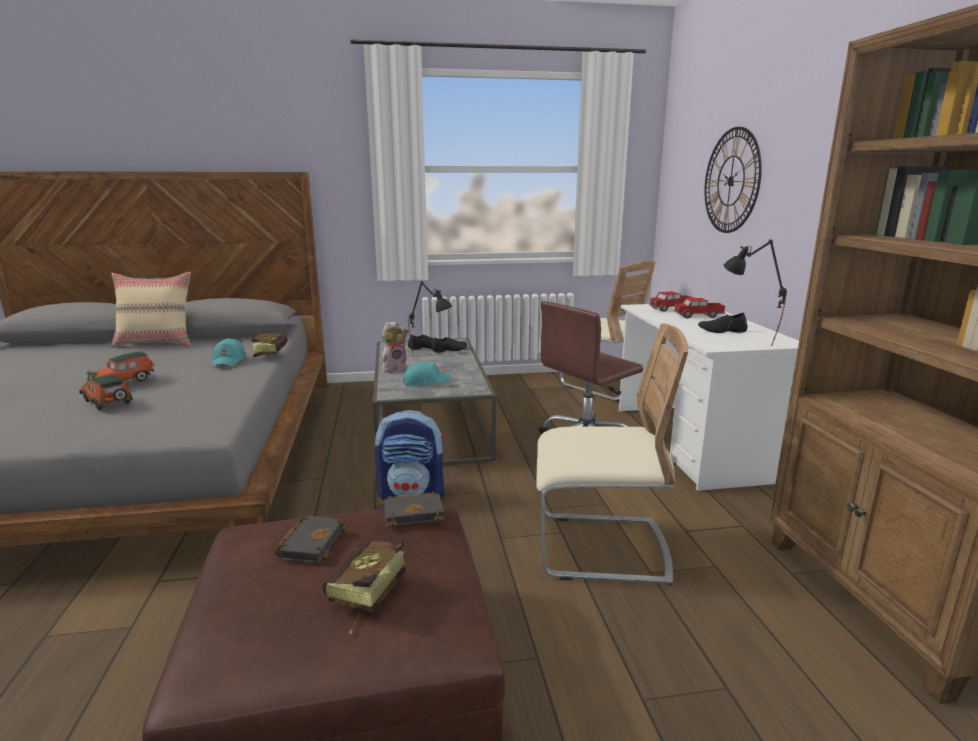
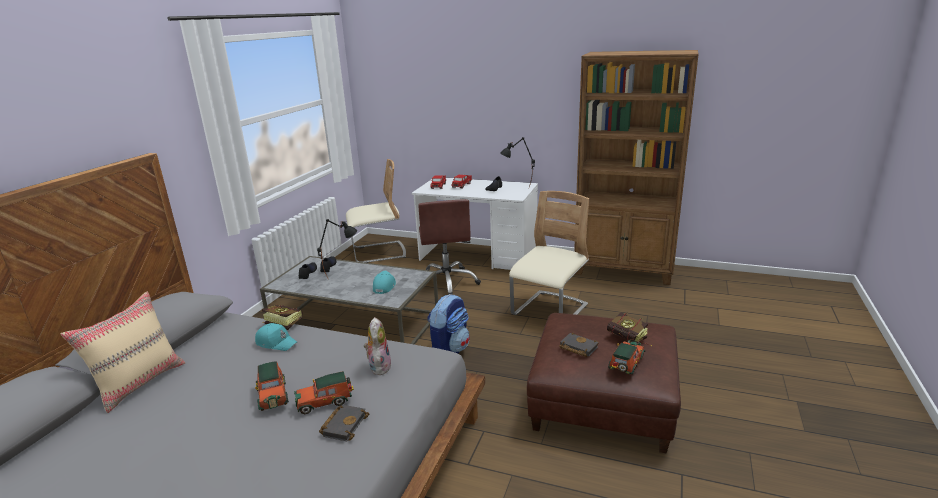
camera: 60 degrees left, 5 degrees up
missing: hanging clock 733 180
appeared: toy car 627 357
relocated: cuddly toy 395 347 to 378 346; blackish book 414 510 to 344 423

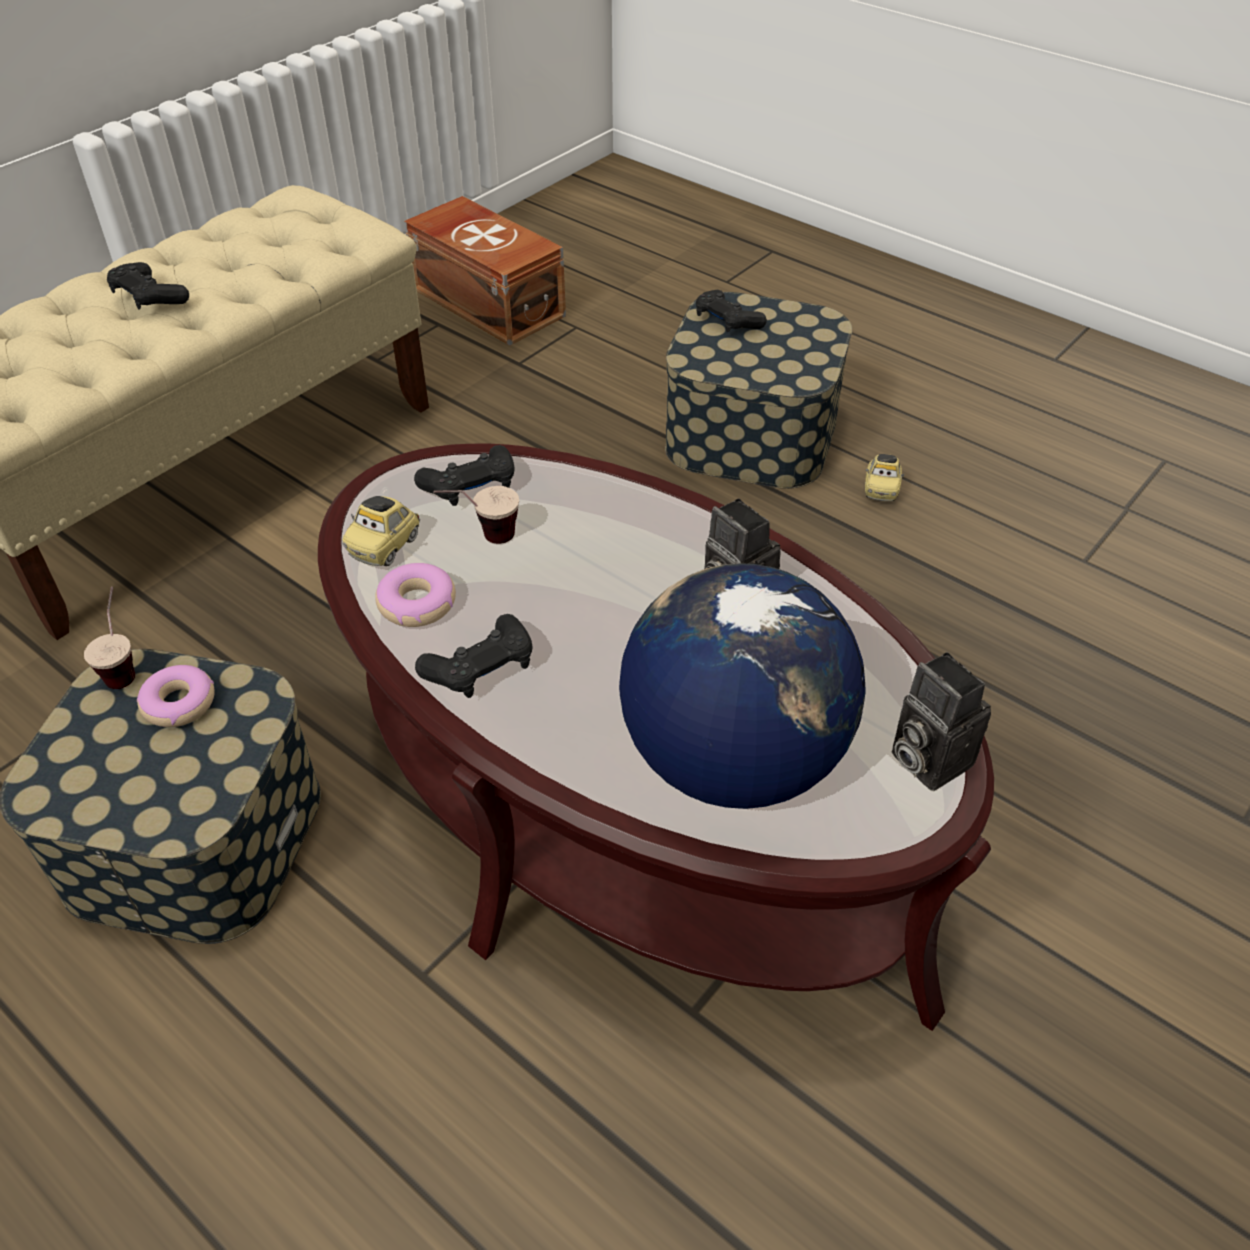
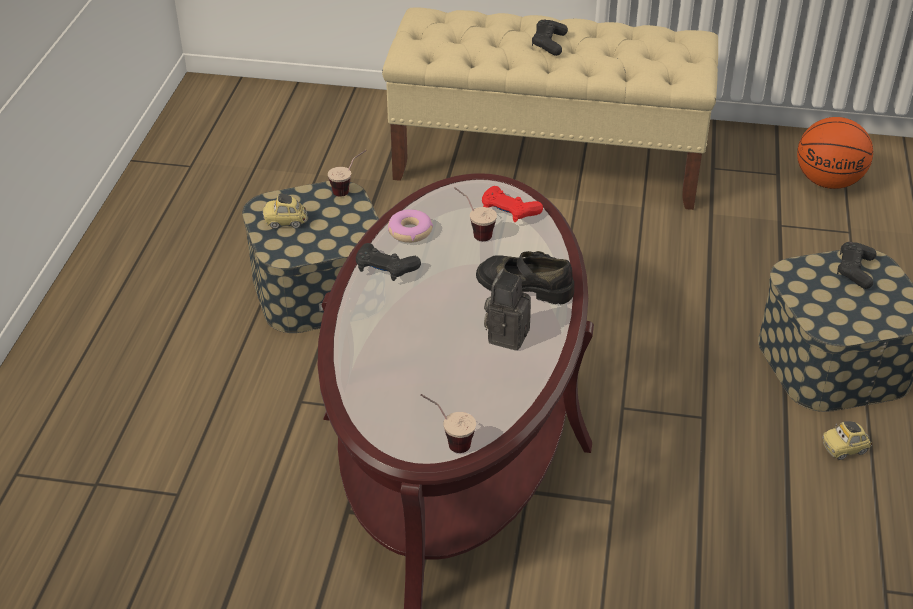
camera: 60 degrees right, 5 degrees down
missing: ring doughnut 176 696; globe 742 686
appeared: blackish item of footwear 525 278
relocated: toy car 381 531 to 285 211
exchanged: brown storage container 485 271 to ball for basketball 835 153; still camera 941 721 to drinking cup 448 423
colour: blackish game controller 464 475 to red game controller 512 204

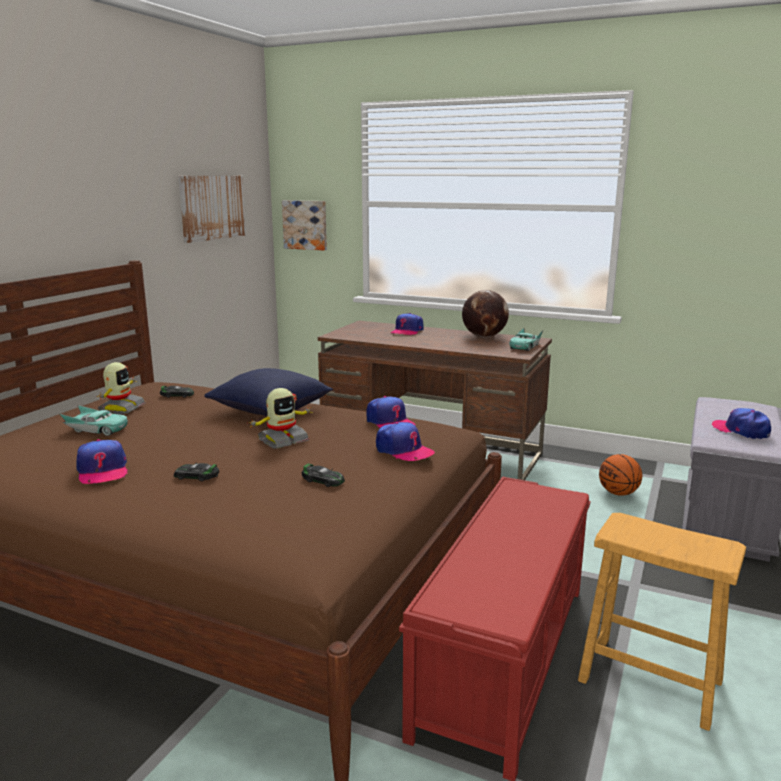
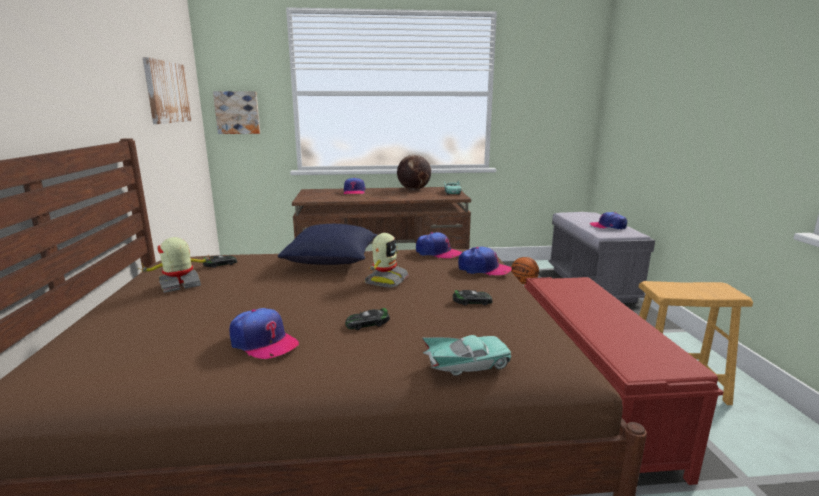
camera: 30 degrees left, 0 degrees up
relocated: turquoise-coloured toy car 94 420 to 467 355
spun: model robot 121 388 = 175 265 105 degrees counterclockwise

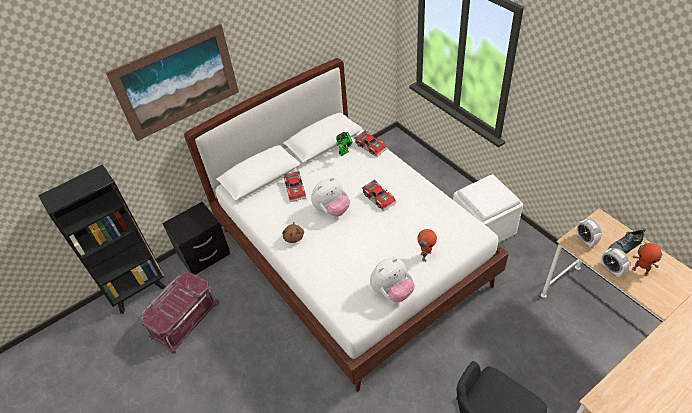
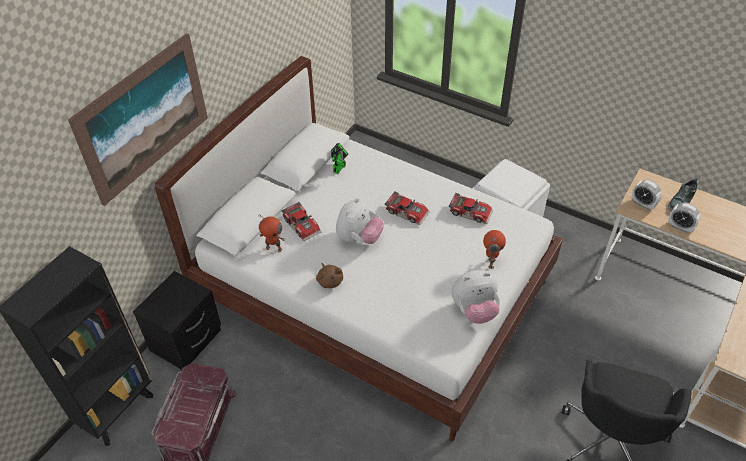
camera: 25 degrees left, 0 degrees up
relocated: toy car 371 144 to 471 208; model robot 647 257 to 271 233
spun: cuddly toy 392 279 = 476 297 45 degrees clockwise

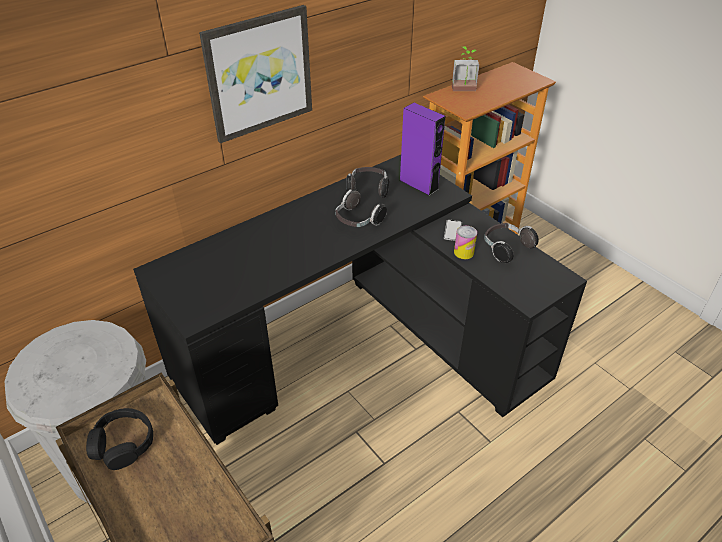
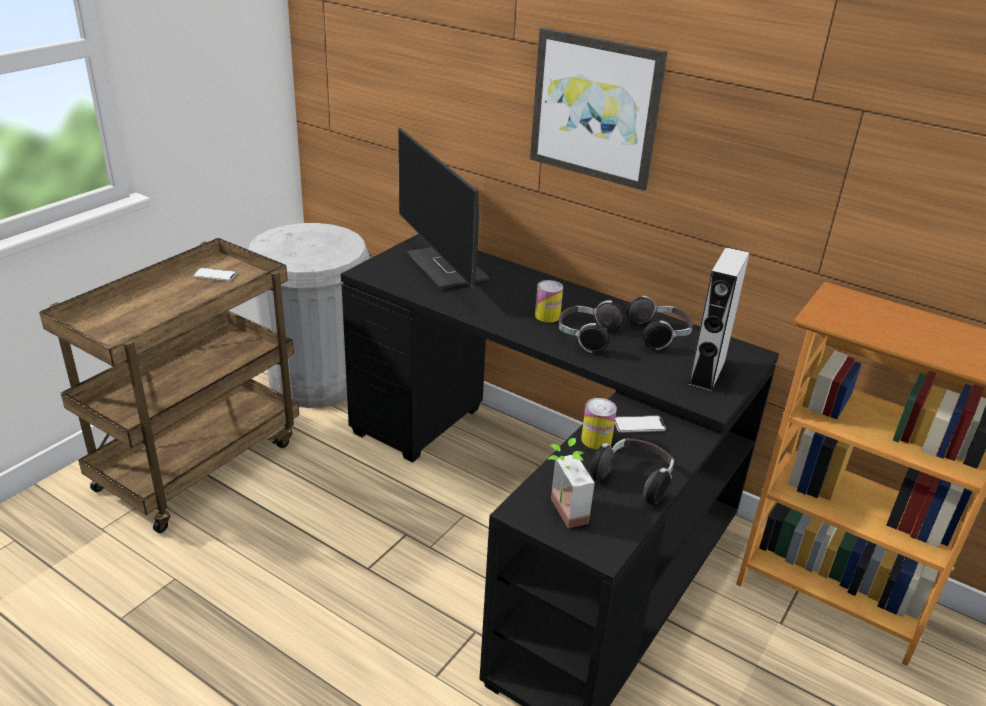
camera: 70 degrees right, 10 degrees down
appeared: monitor 444 208; metal can 549 301
relocated: potted plant 465 68 to 571 483
exchanged: blackish headphones 119 439 to telephone 214 274
colour: purplish loudspeaker 422 149 to gray loudspeaker 719 319

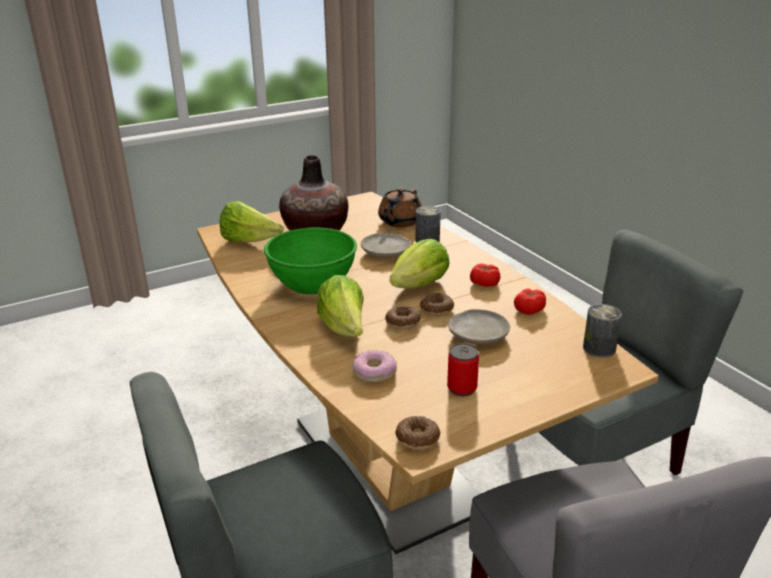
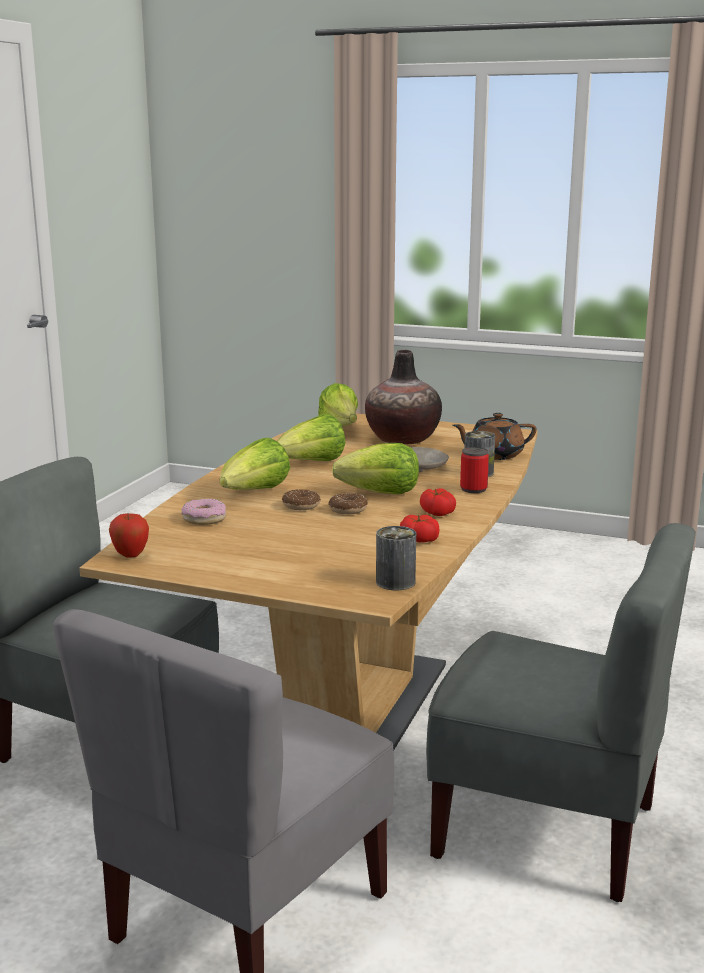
camera: 50 degrees right, 10 degrees down
missing: sand-coloured dinner plate 479 326
relocated: metal can 463 369 to 474 470
exchanged: green-coloured serving bowl 310 260 to head of lettuce 311 437; ring doughnut 418 433 to apple fruit 129 535

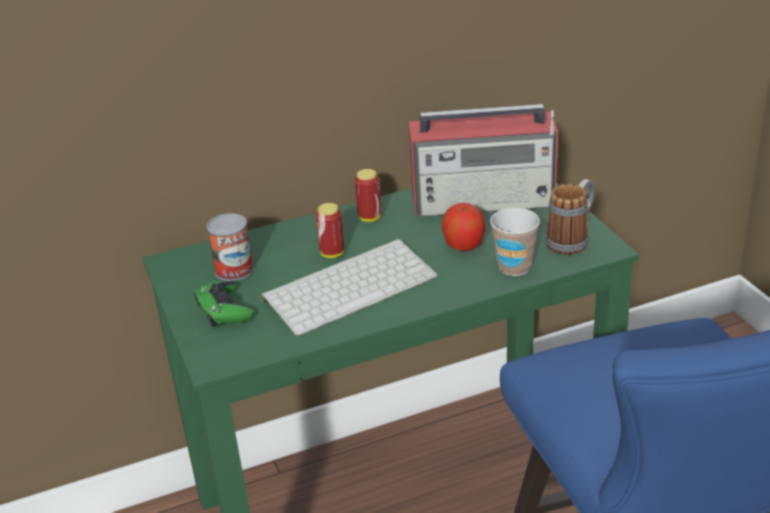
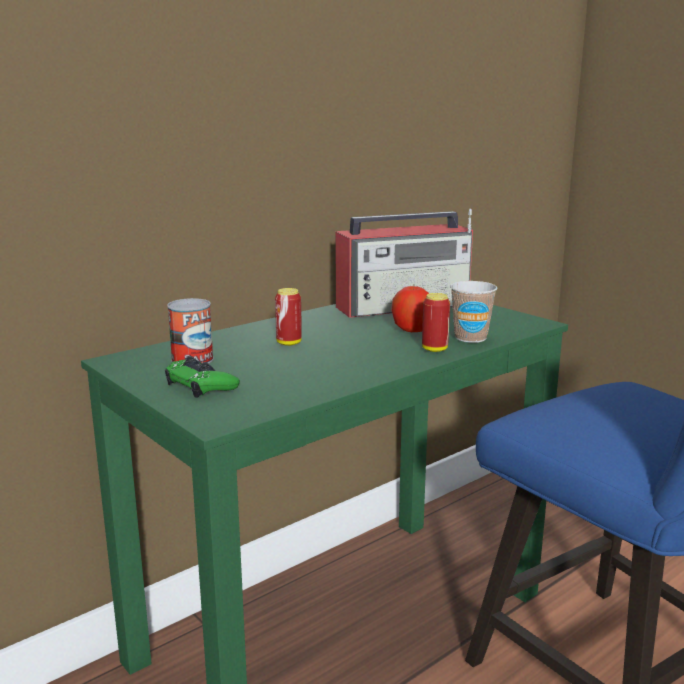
camera: 20 degrees left, 15 degrees down
missing: computer keyboard 349 287; mug 570 217
relocated: metal can 368 195 to 436 322

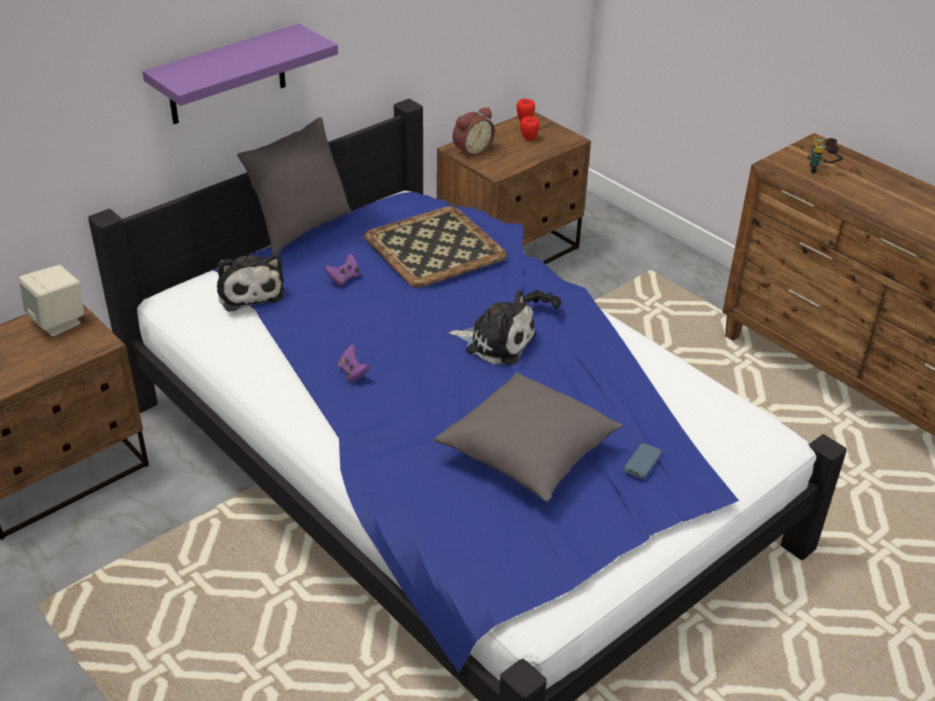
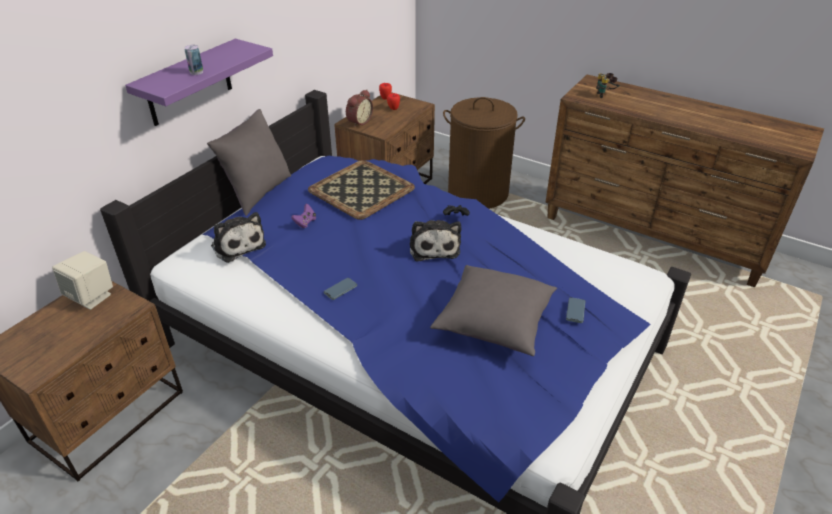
camera: 15 degrees left, 0 degrees up
appeared: metal can 193 60; brown hamper 484 153
exchanged: purplish game controller 354 363 to telephone 340 289
spun: cuddly toy 492 327 = 435 240 75 degrees clockwise

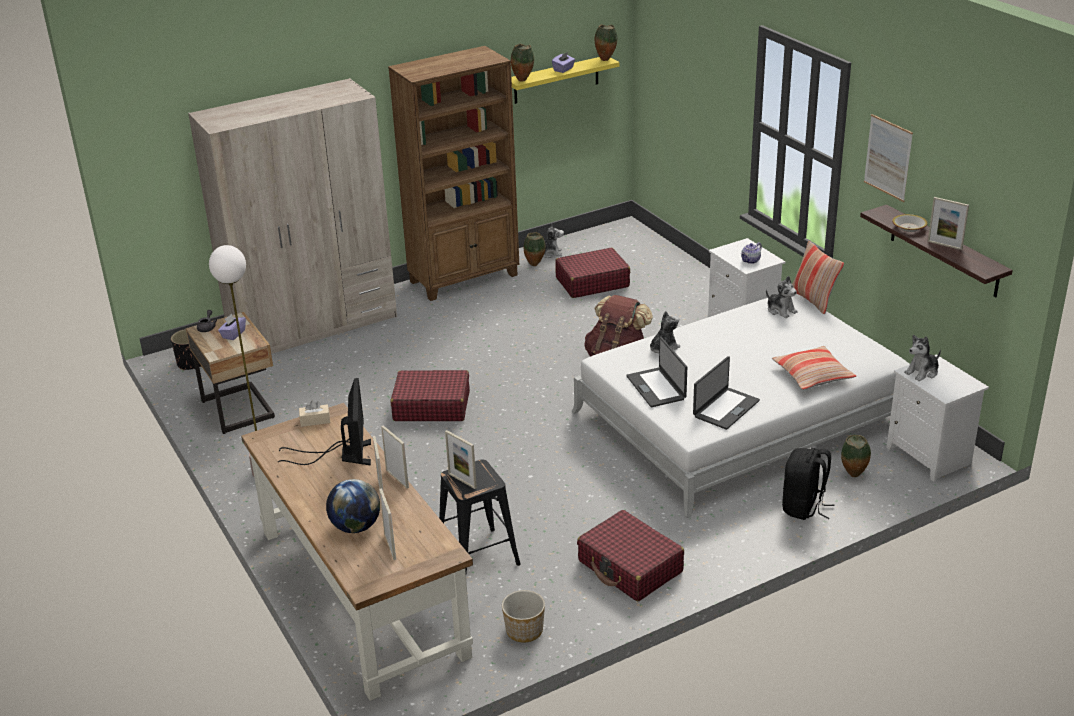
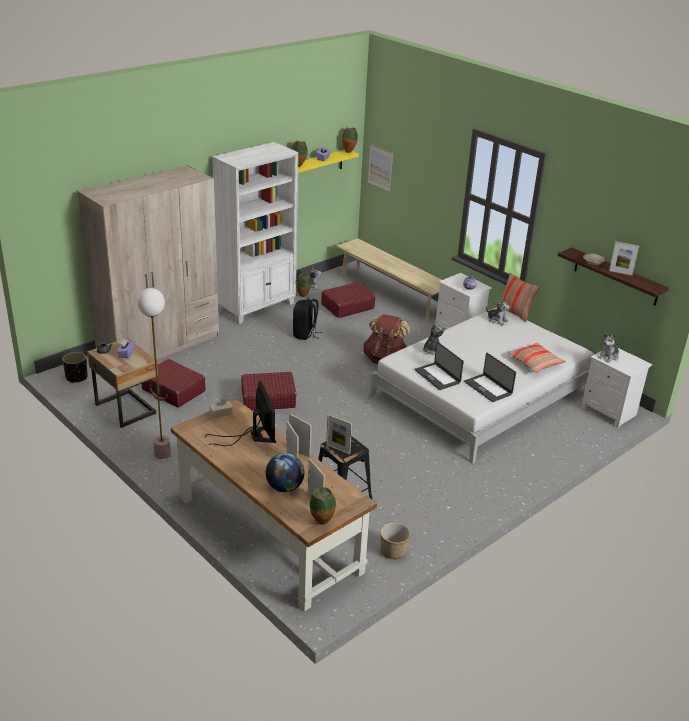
camera: 15 degrees left, 0 degrees up
appeared: sand-coloured long seat 389 280
relocated: red travel case 630 555 to 173 383; blackish knapsack 808 484 to 307 319; vase 856 456 to 323 506; wall art 888 158 to 380 168
colour: brown bookshelf 453 173 to white bookshelf 255 233
spun: notebook computer 726 393 = 490 377 120 degrees clockwise

